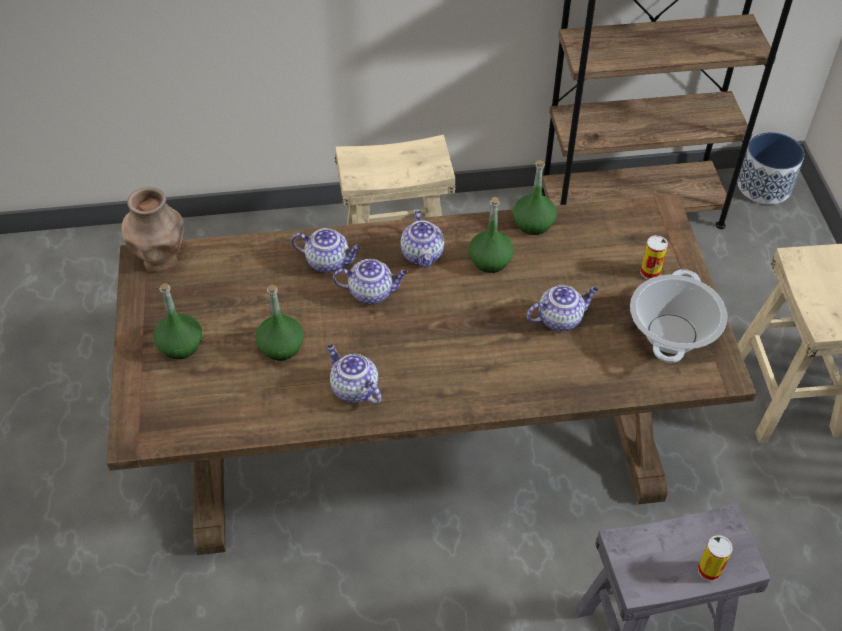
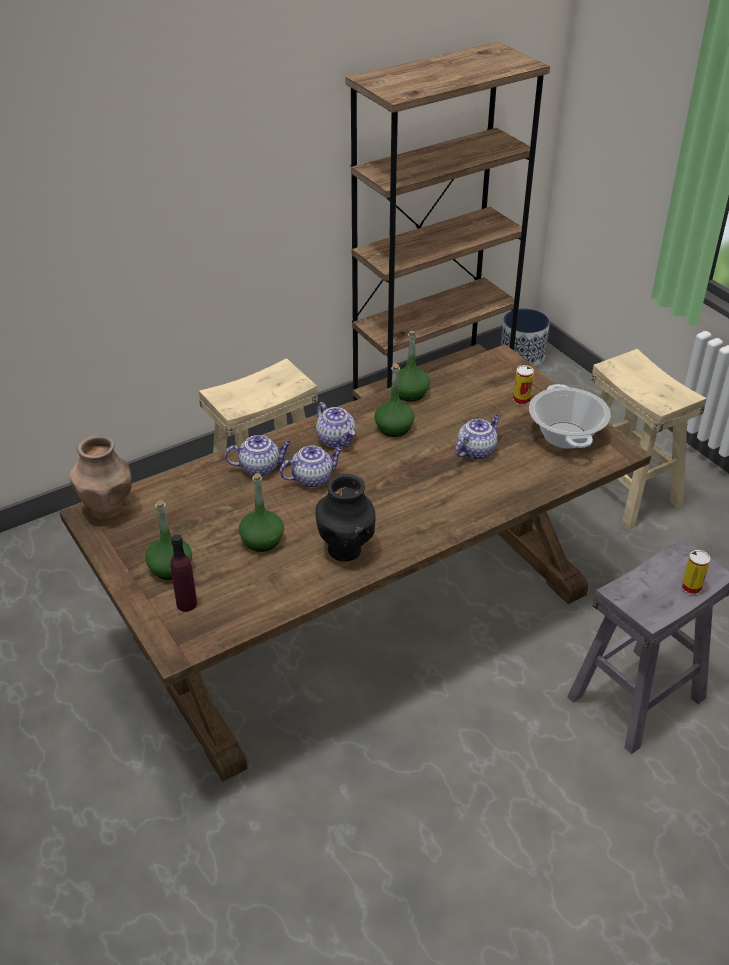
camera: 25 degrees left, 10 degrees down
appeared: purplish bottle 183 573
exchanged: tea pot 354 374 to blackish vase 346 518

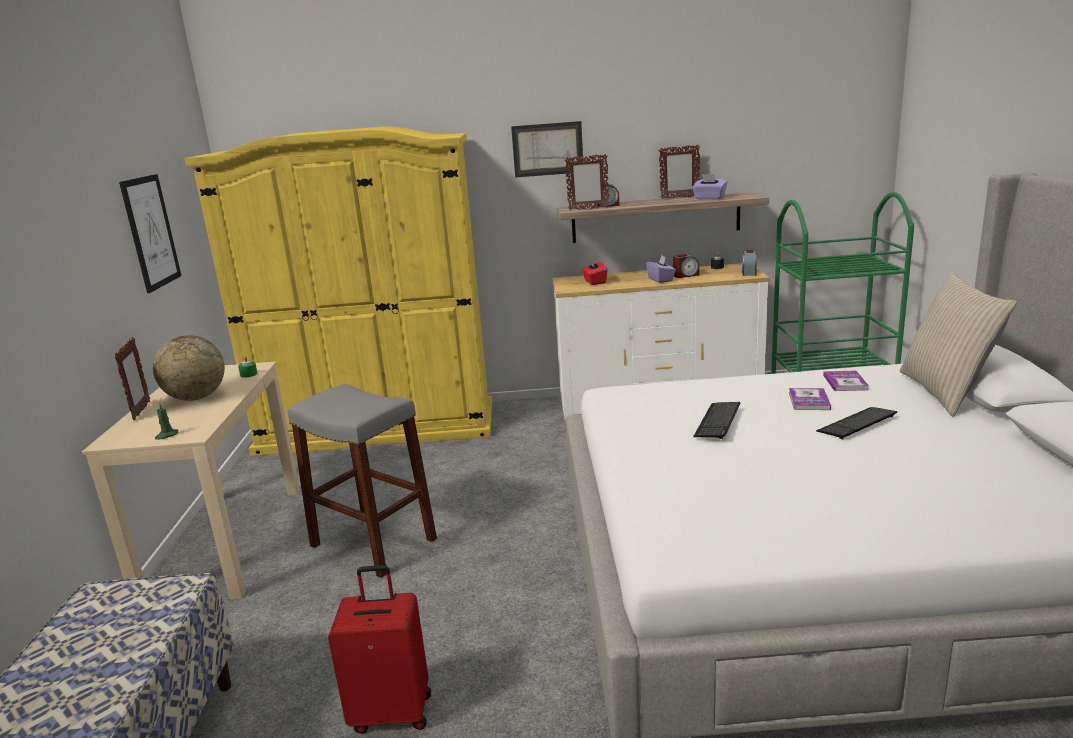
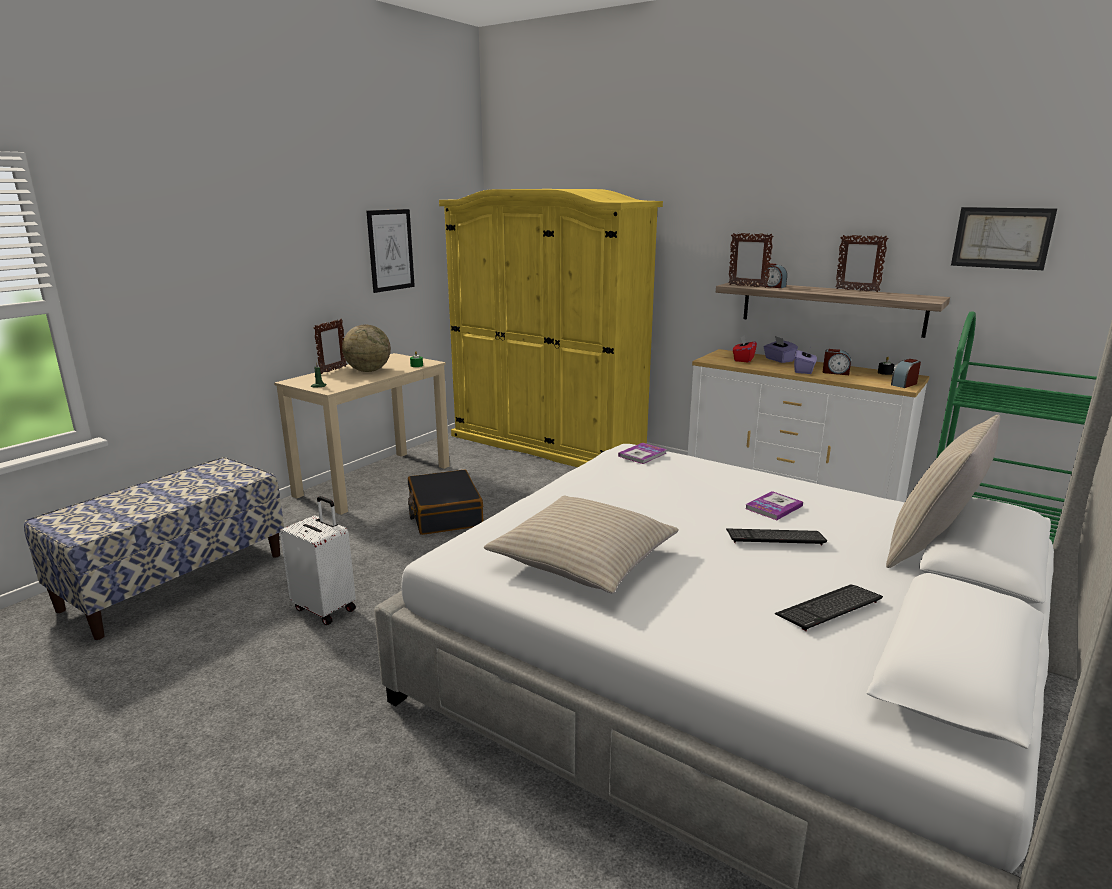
camera: 35 degrees right, 0 degrees up
appeared: sand-coloured cushion 581 544
relocated: wall art 547 149 to 1004 238; purplish tissue box 709 186 to 781 349; computer keyboard 716 420 to 829 607; book 846 381 to 642 453
exchanged: gray stool 362 481 to blackish travel case 445 502
colour: red travel case 379 649 to white travel case 318 560

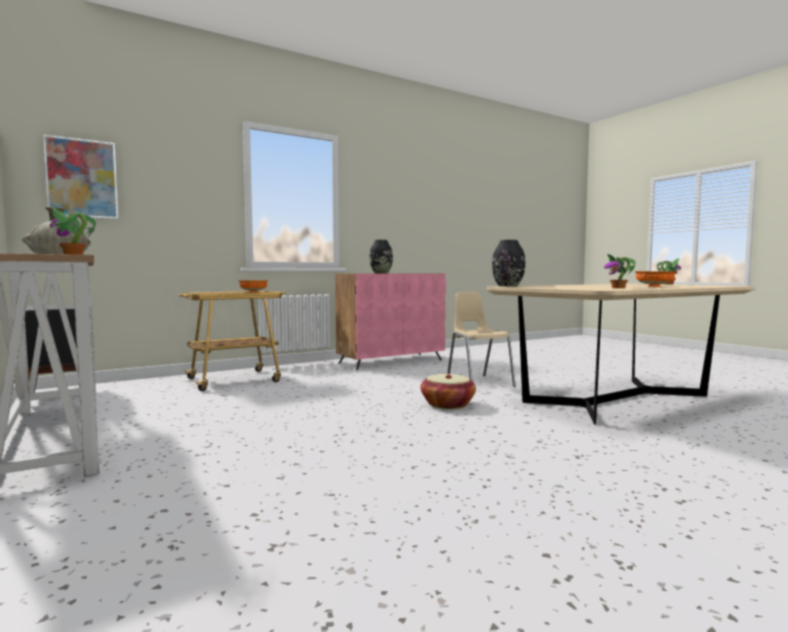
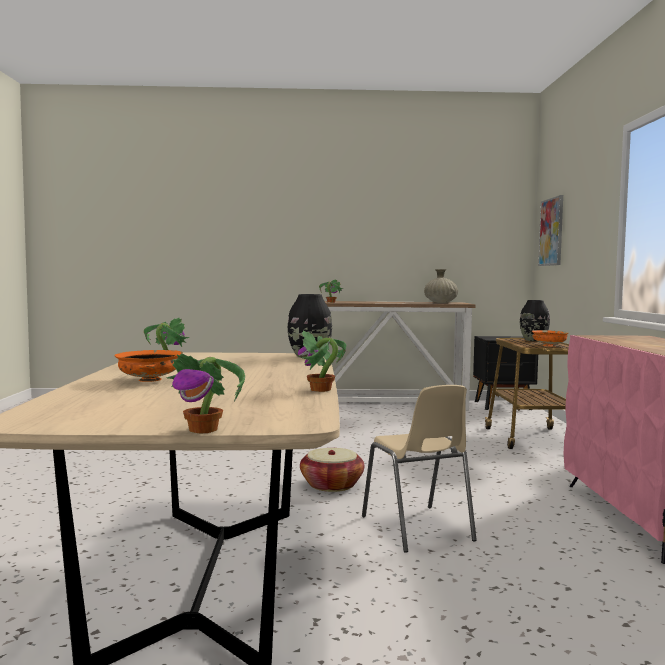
camera: 120 degrees right, 0 degrees up
appeared: potted plant 322 361
relocated: blackish vase 381 256 to 535 320
spun: sand-coloured plain chair 481 339 = 419 469 60 degrees clockwise

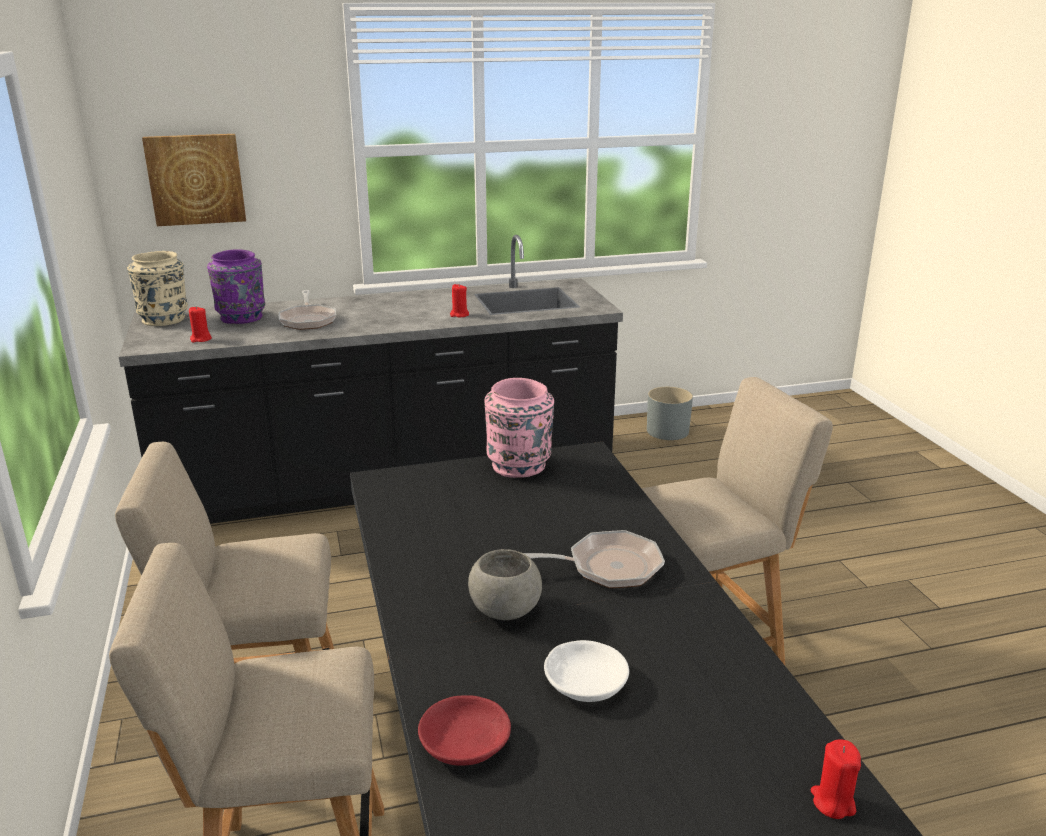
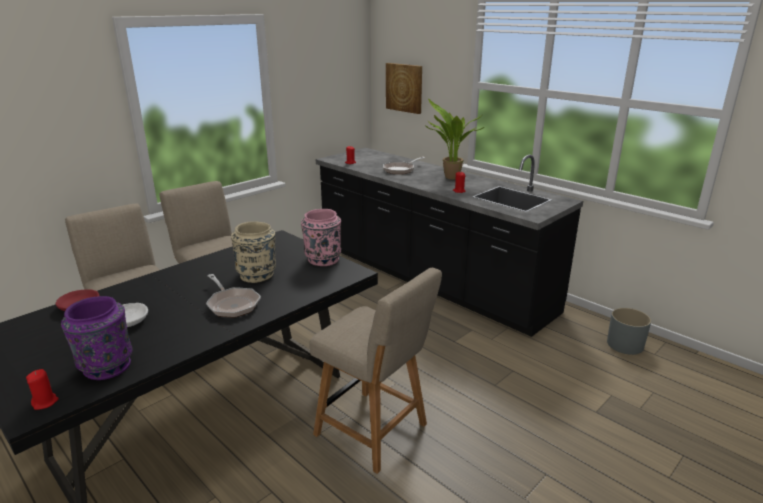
camera: 60 degrees right, 0 degrees up
missing: gray serving bowl 505 584
appeared: potted plant 454 139
relocated: sand-coloured vase 157 288 to 253 252; purplish vase 236 286 to 96 338

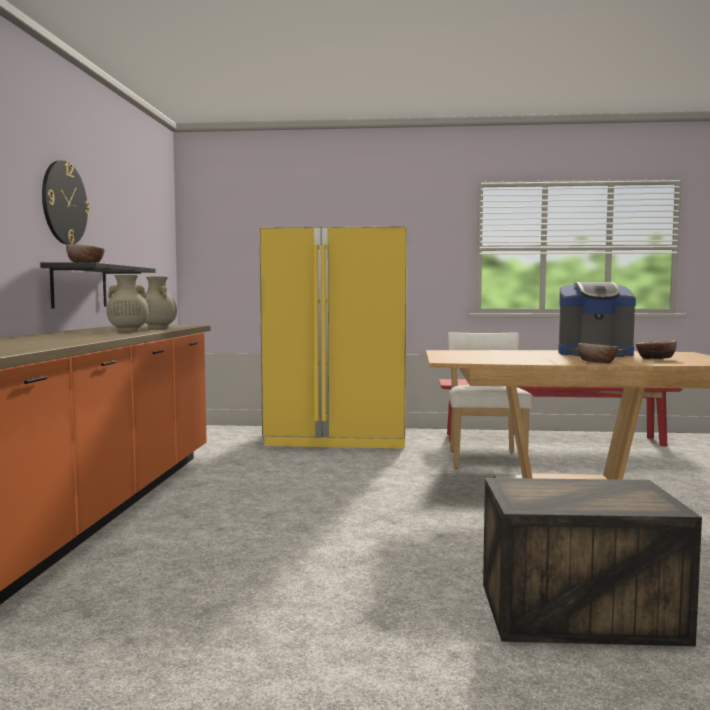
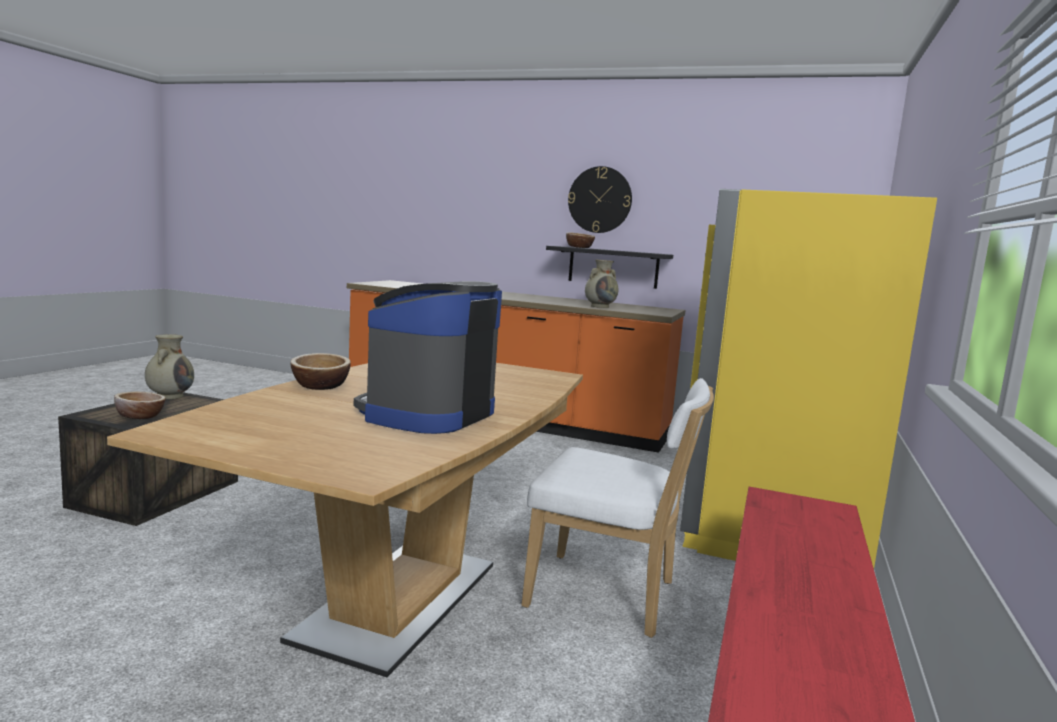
camera: 105 degrees right, 5 degrees up
relocated: sand-coloured vase 127 303 to 169 366; serving bowl 656 350 to 140 405

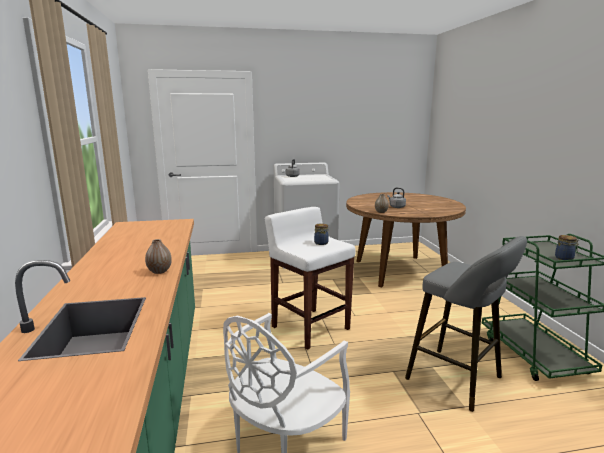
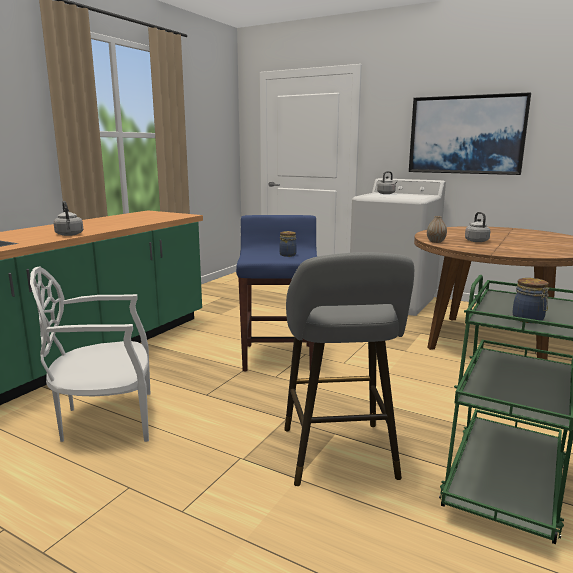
camera: 40 degrees right, 0 degrees up
appeared: wall art 470 133
exchanged: vase 158 256 to gray water kettle 68 218
colour: white stool 310 278 to blue-coloured stool 276 293

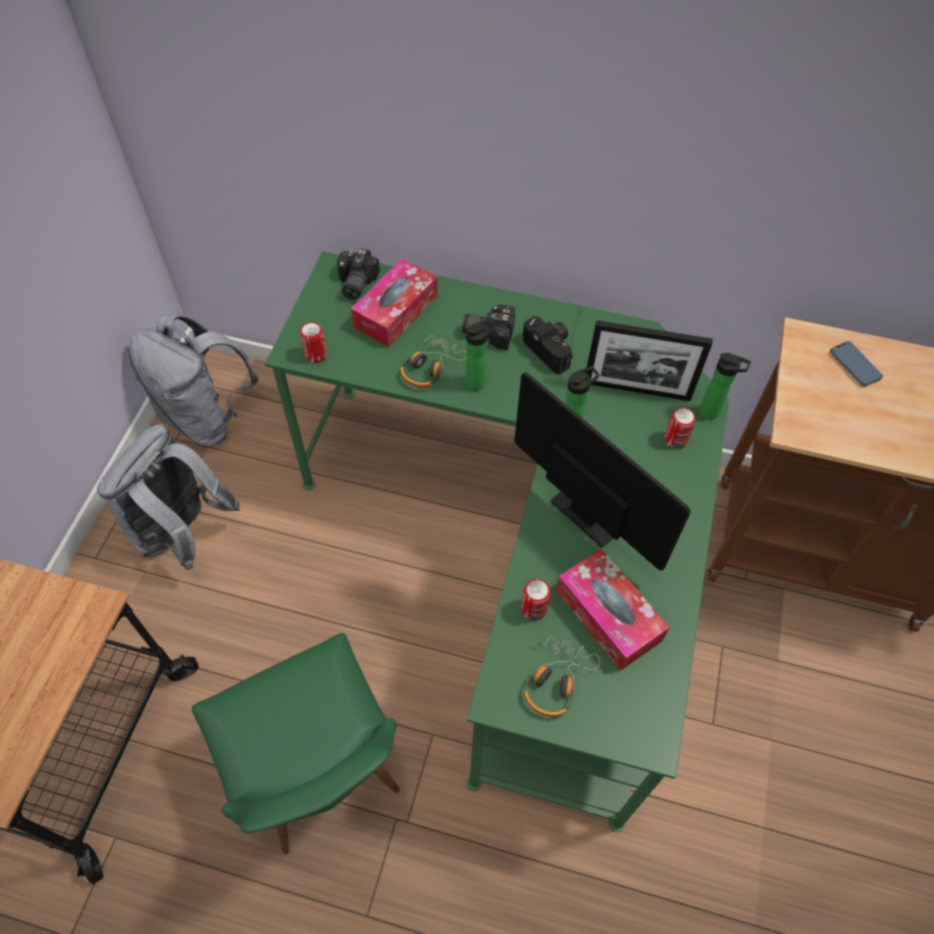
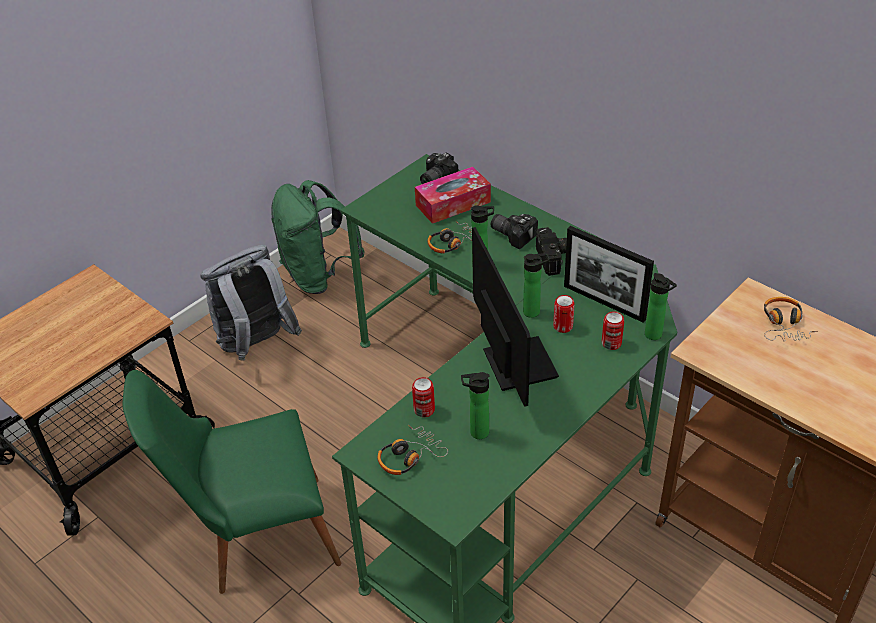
camera: 30 degrees right, 15 degrees down
relocated: metal can 313 342 to 564 314
exchanged: tissue box 613 609 to bottle 475 405; telephone 856 364 to headphones 791 319
colour: gray knapsack 194 380 to green-coloured knapsack 317 237
spun: green-coloured plain chair 296 743 = 232 482 75 degrees clockwise

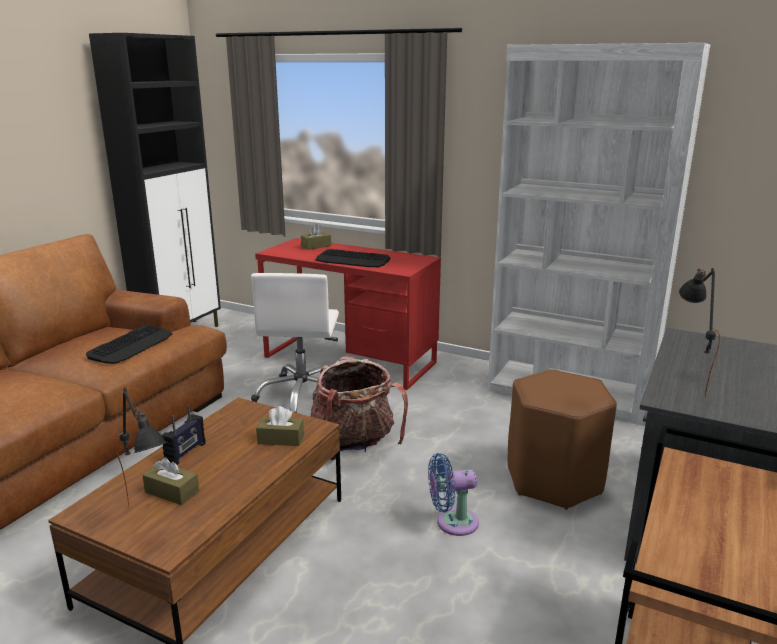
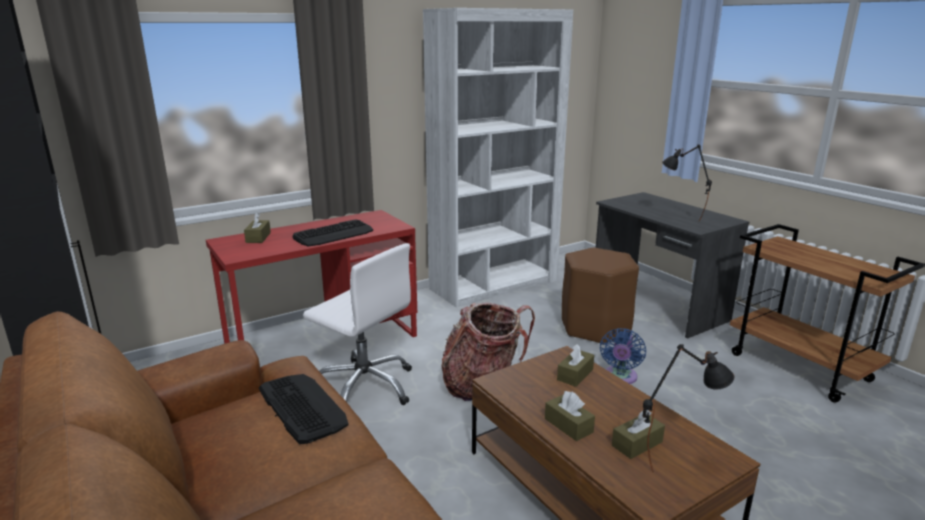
camera: 60 degrees left, 0 degrees up
exchanged: radio 184 435 to brown tissue box 570 416

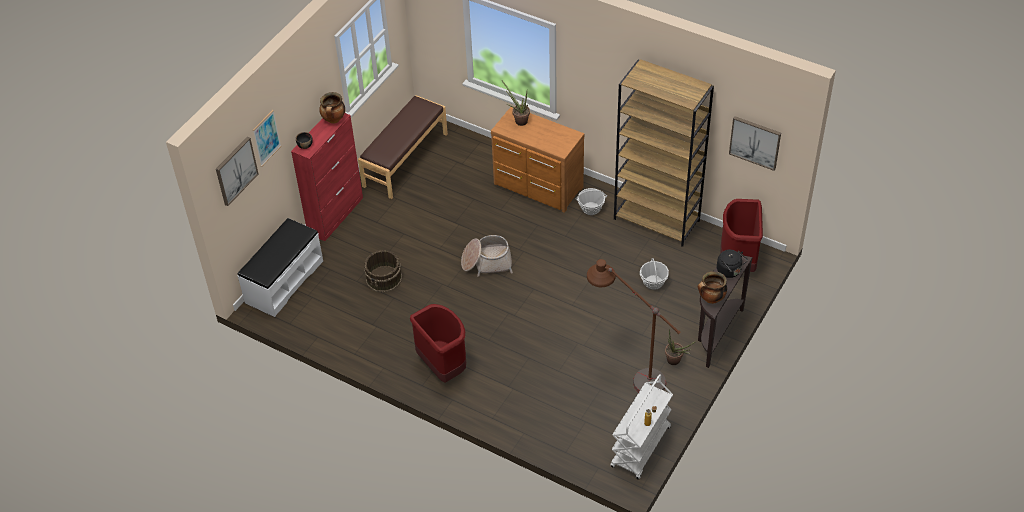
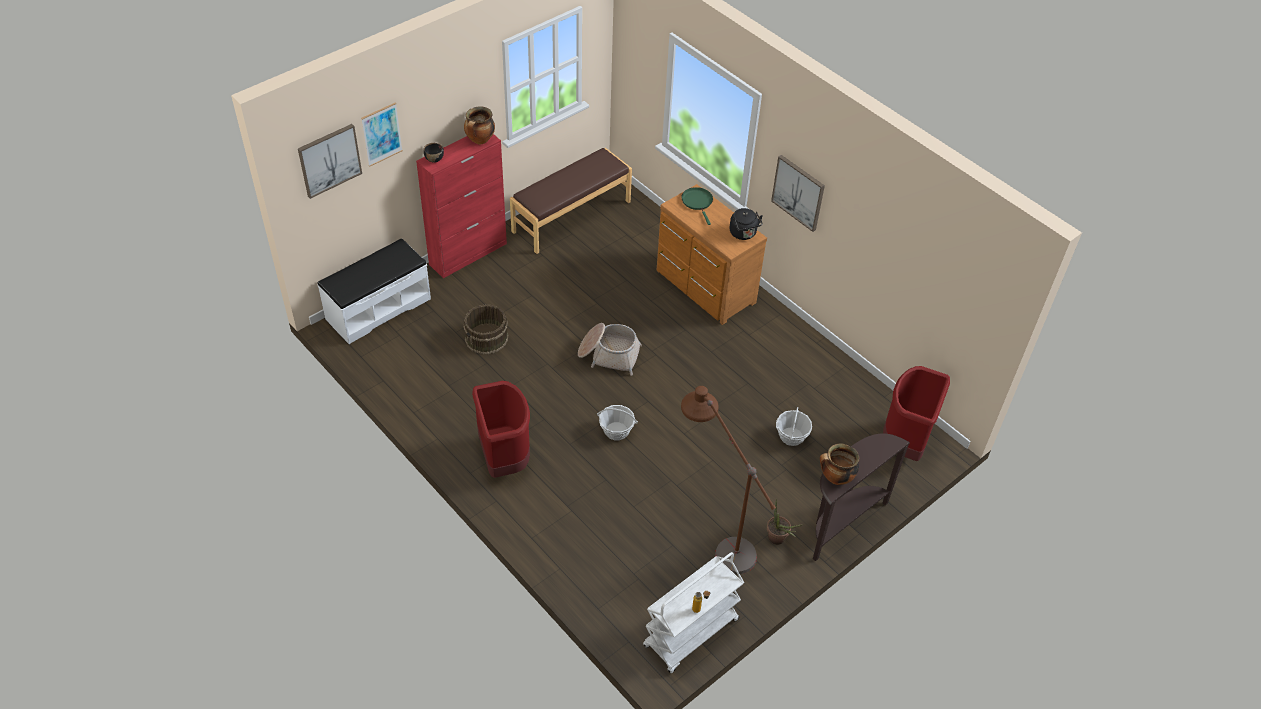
camera: 15 degrees right, 0 degrees up
missing: brown bookshelf 664 153
relocated: storage basket 591 201 to 617 422; blackish water kettle 732 264 to 746 224; wall art 755 143 to 798 193
exchanged: potted plant 516 103 to green-coloured pan 697 206

